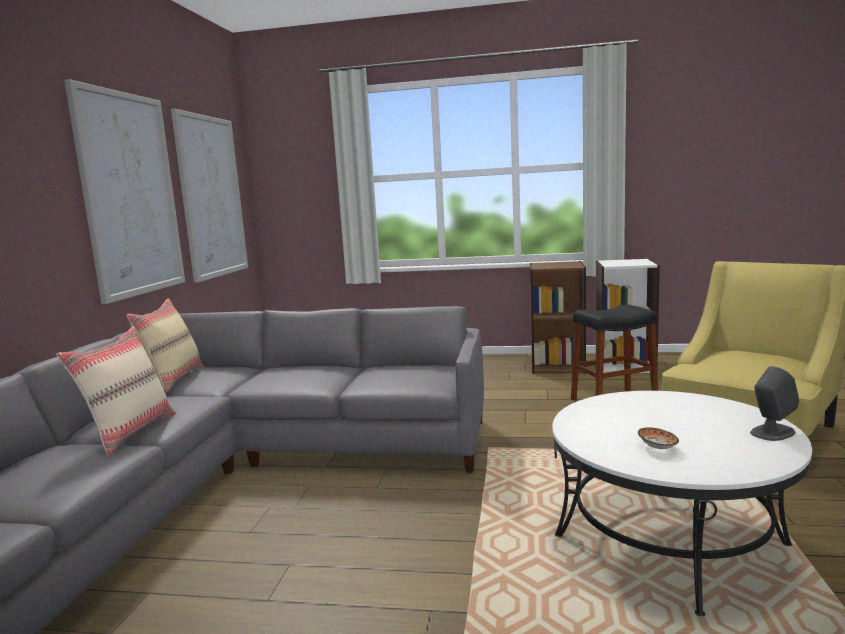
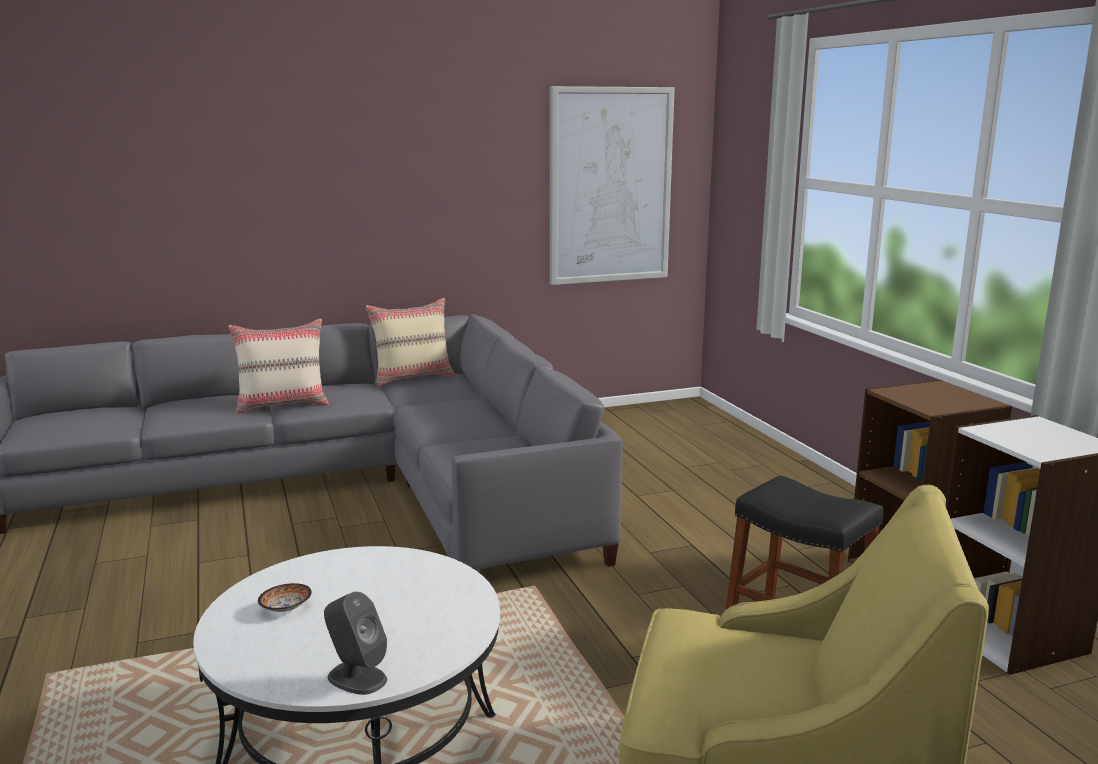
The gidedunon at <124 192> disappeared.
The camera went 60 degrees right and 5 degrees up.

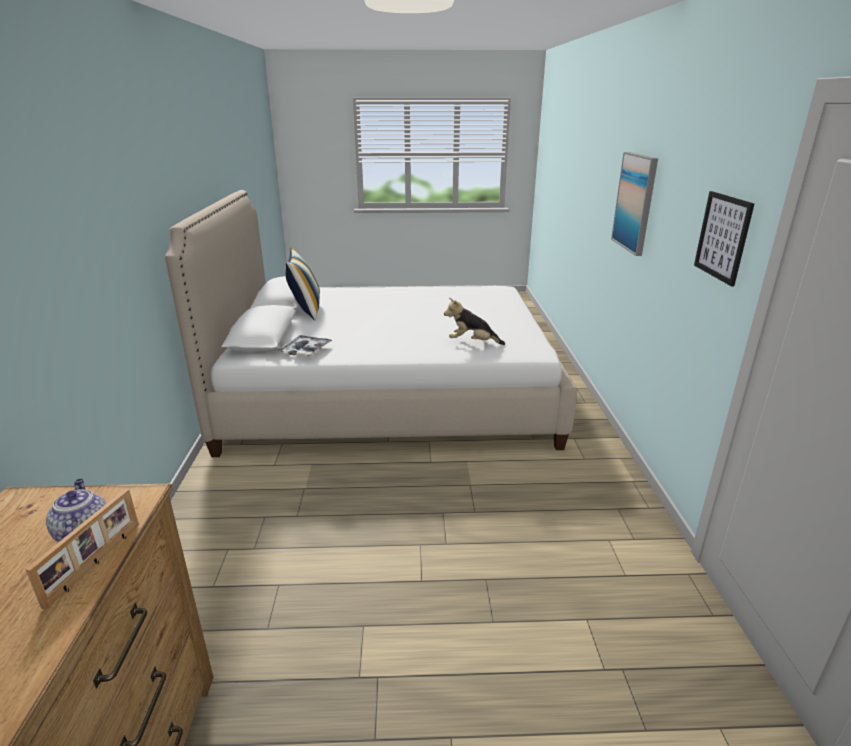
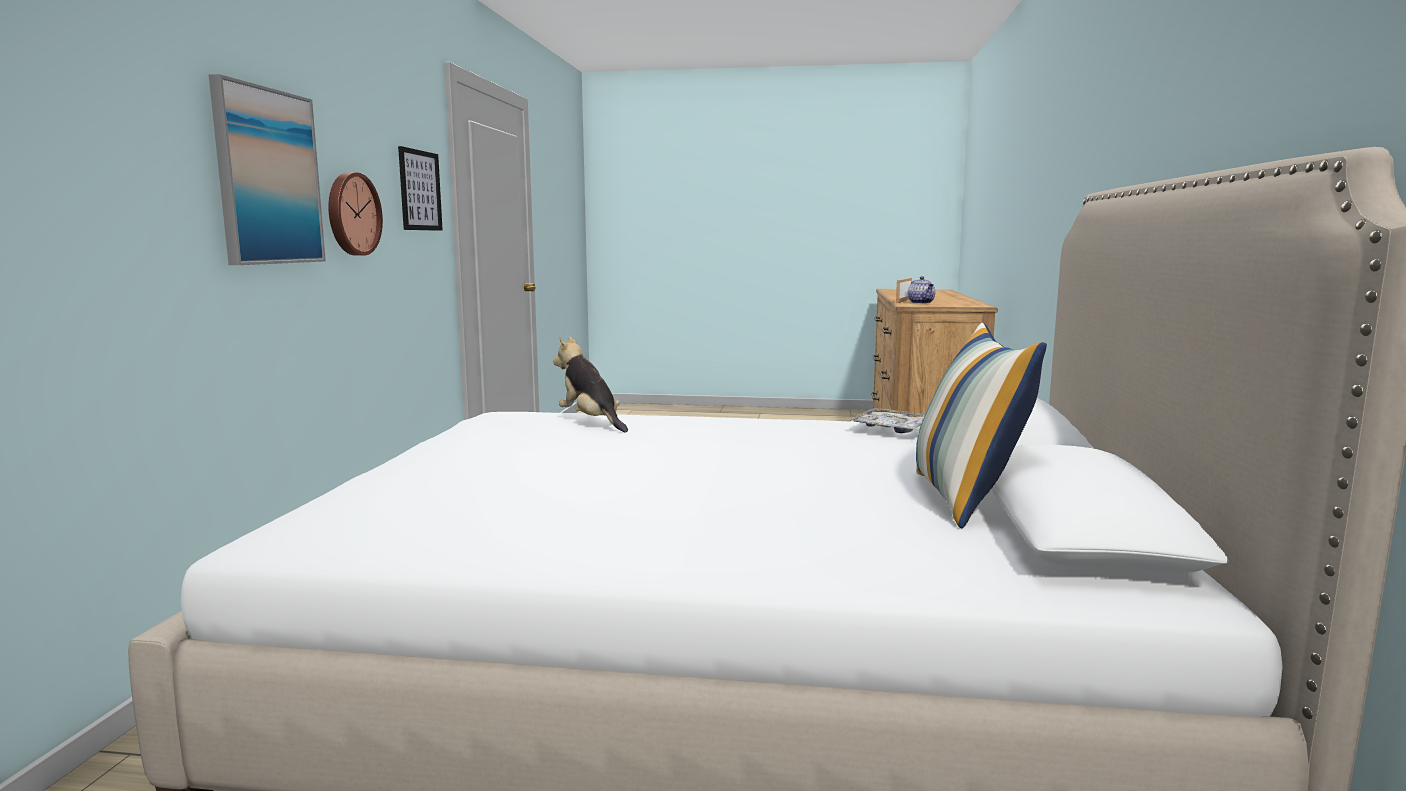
The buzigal at <474 321> turned 150 degrees counterclockwise.
The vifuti at <355 214> appeared.
The camera went 170 degrees left and 15 degrees down.

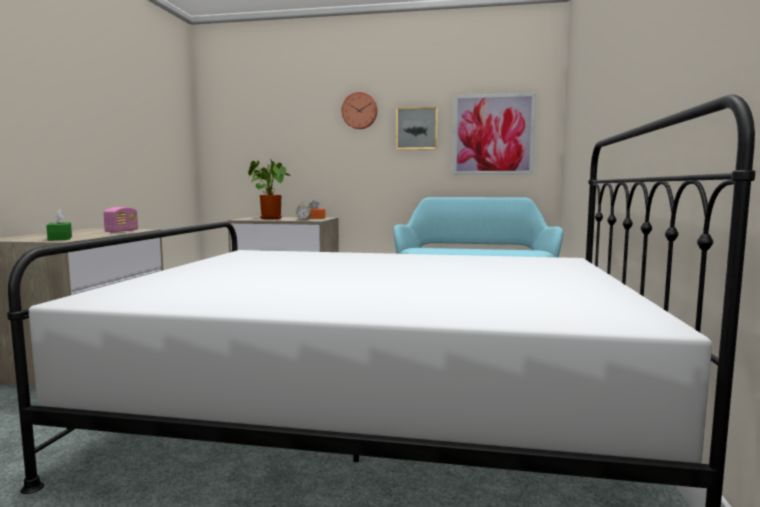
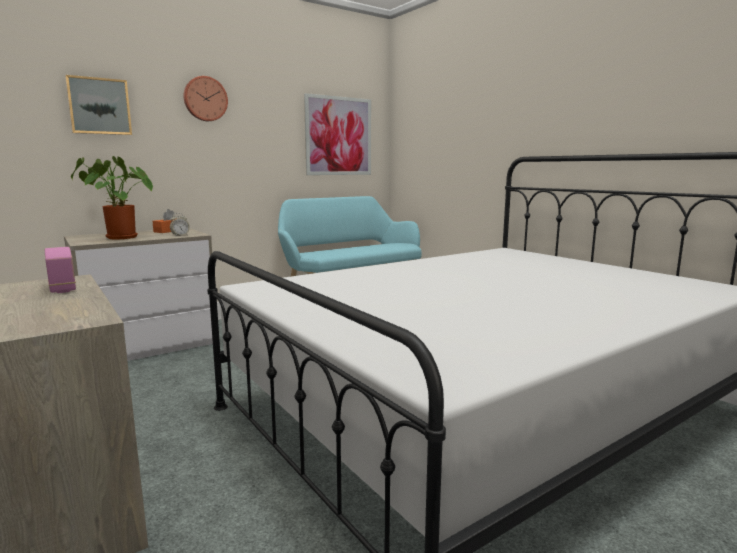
The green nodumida at <59 225> disappeared.
The gidedunon moved from <417 128> to <98 105>.
The camera went 45 degrees left and 5 degrees up.

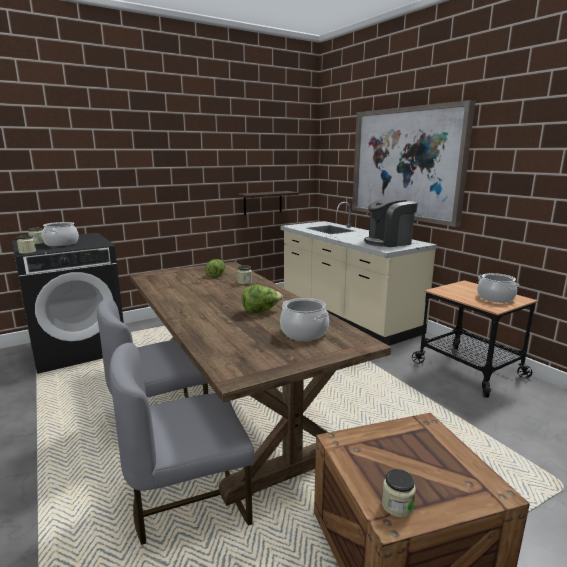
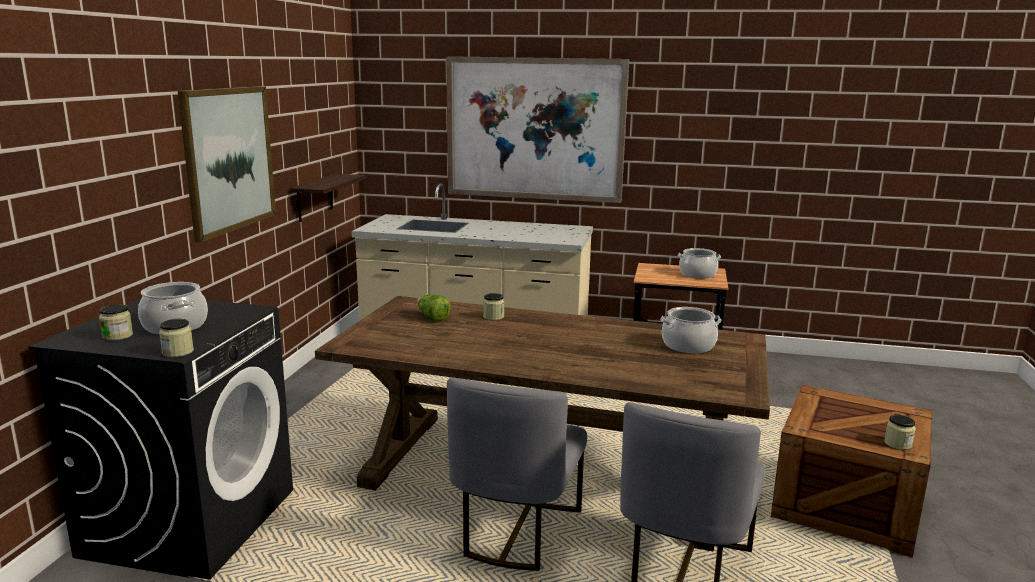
The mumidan at <262 299> disappeared.
The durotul at <391 222> disappeared.
The gidedunon at <227 164> appeared.
The camera went 45 degrees left and 0 degrees up.

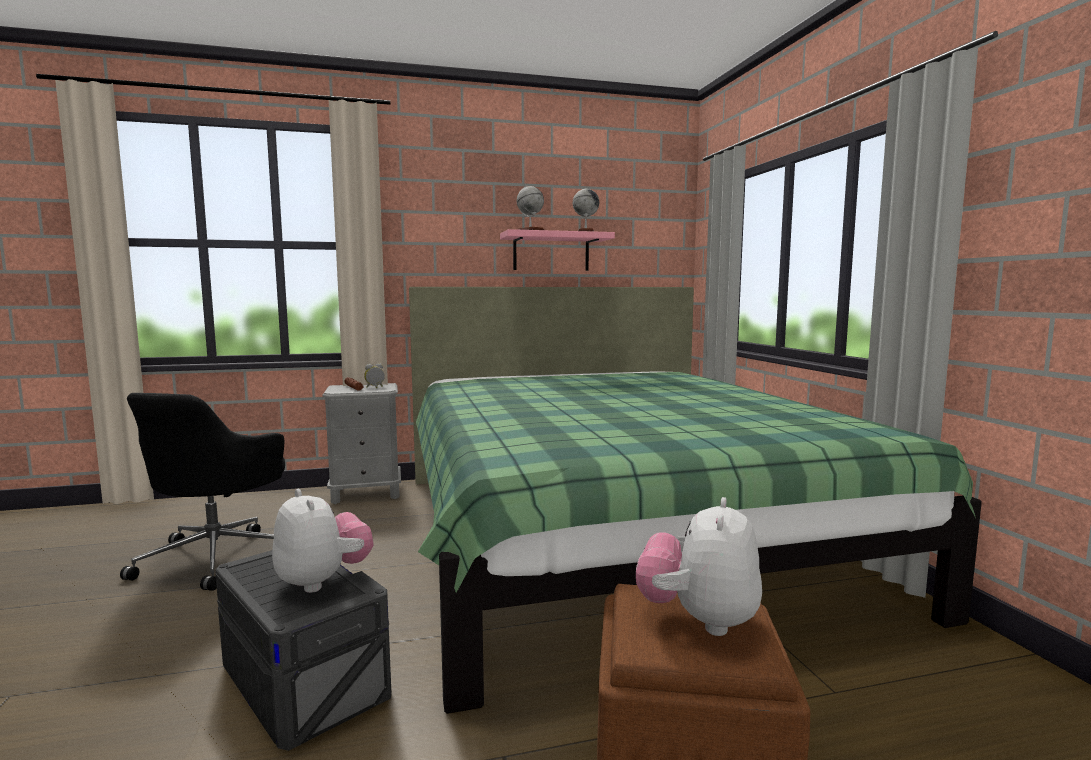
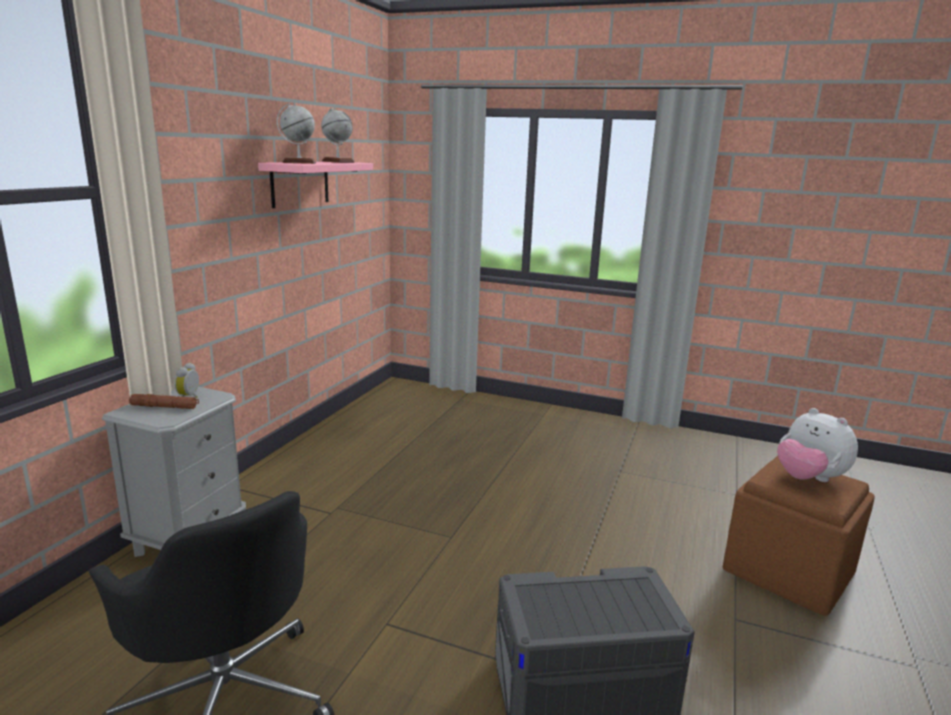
The buzigal at <323 541> disappeared.
The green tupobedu at <695 500> disappeared.
The camera went 55 degrees left and 10 degrees up.

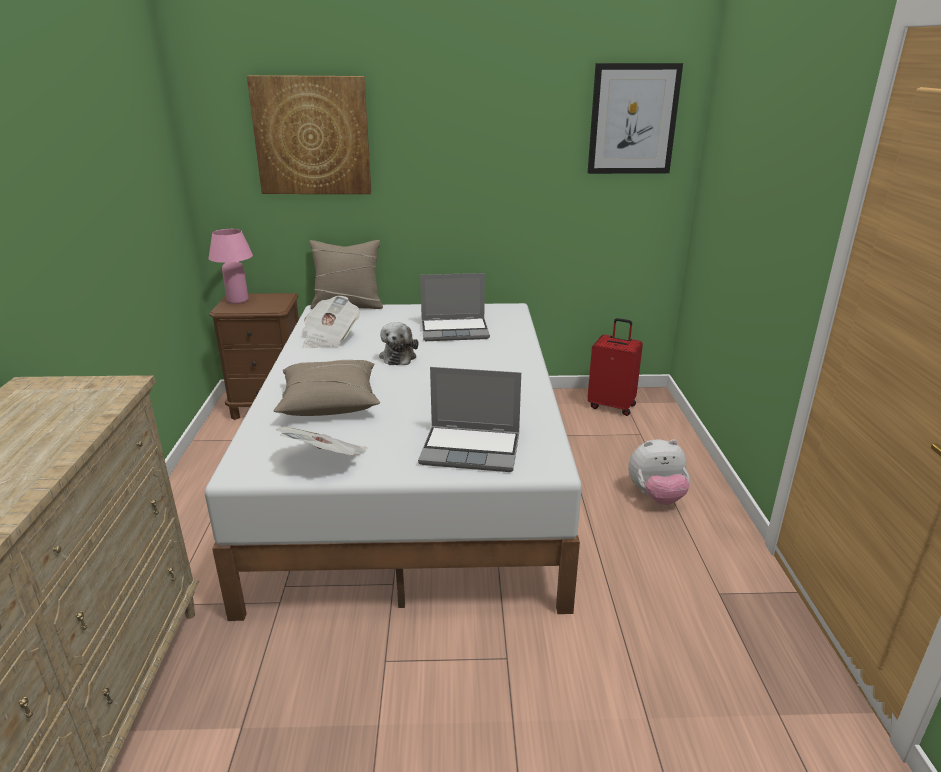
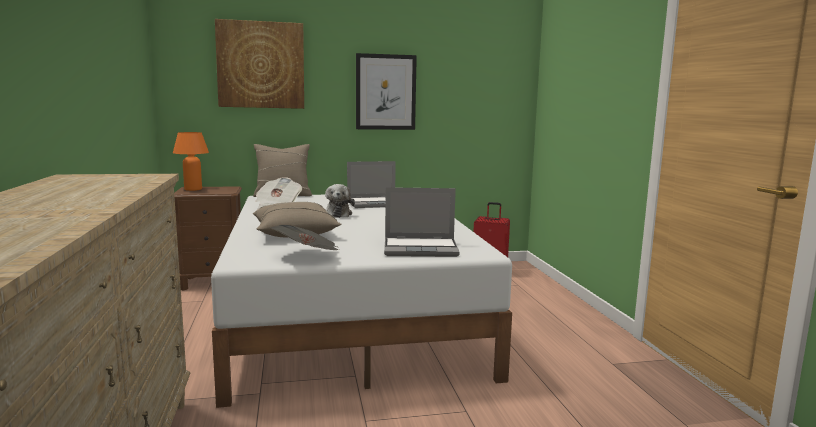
The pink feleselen at <231 266> became the orange feleselen at <191 161>.
The gidedunon moved from <635 118> to <386 91>.
The buzigal at <659 472> disappeared.
The camera went 10 degrees left and 15 degrees down.

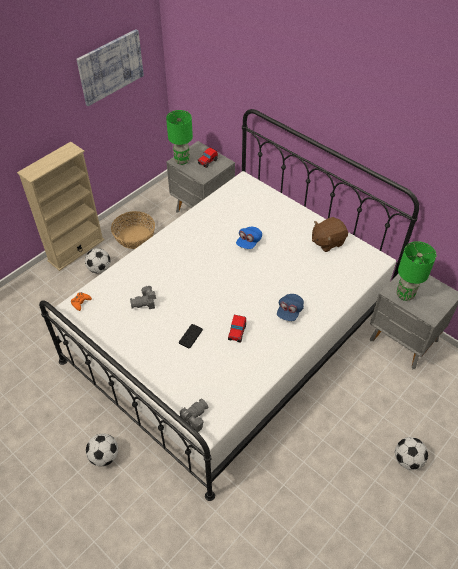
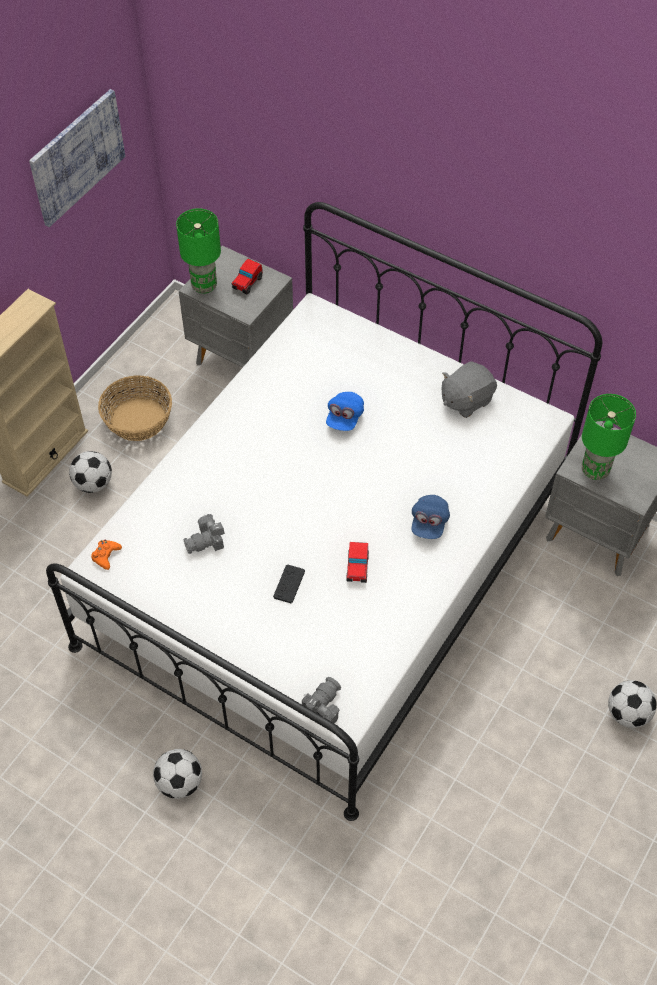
The brown buzigal at <330 234> became the grey buzigal at <469 389>.
The camera went 10 degrees left and 5 degrees up.

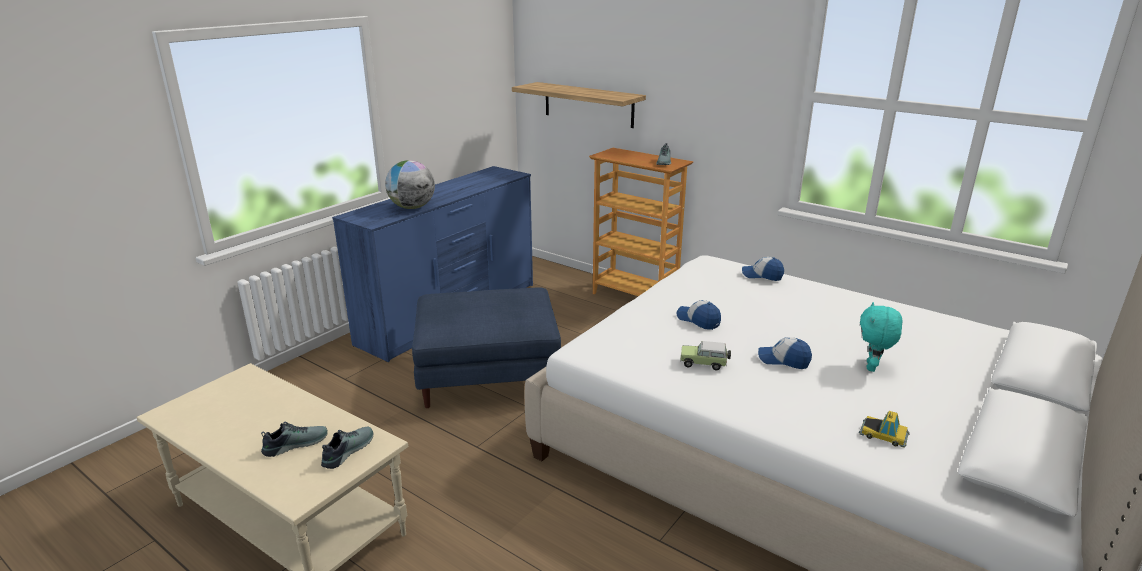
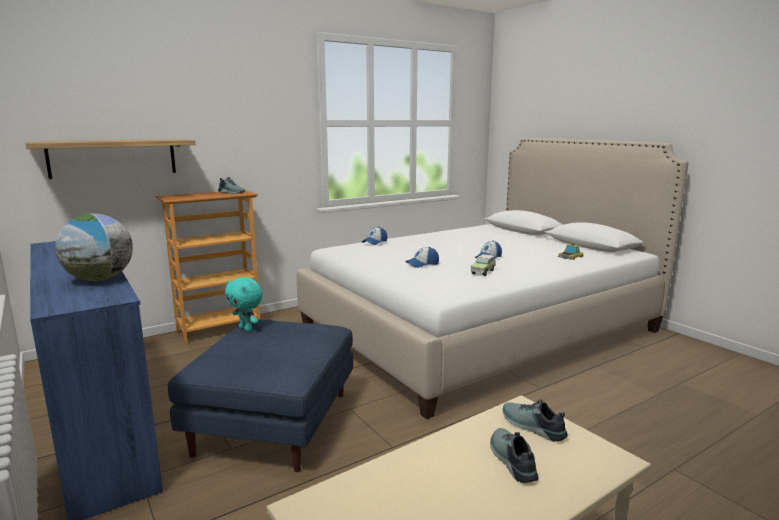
The turquoise buzigal moved from <881 337> to <244 304>.
The camera went 70 degrees left and 10 degrees down.

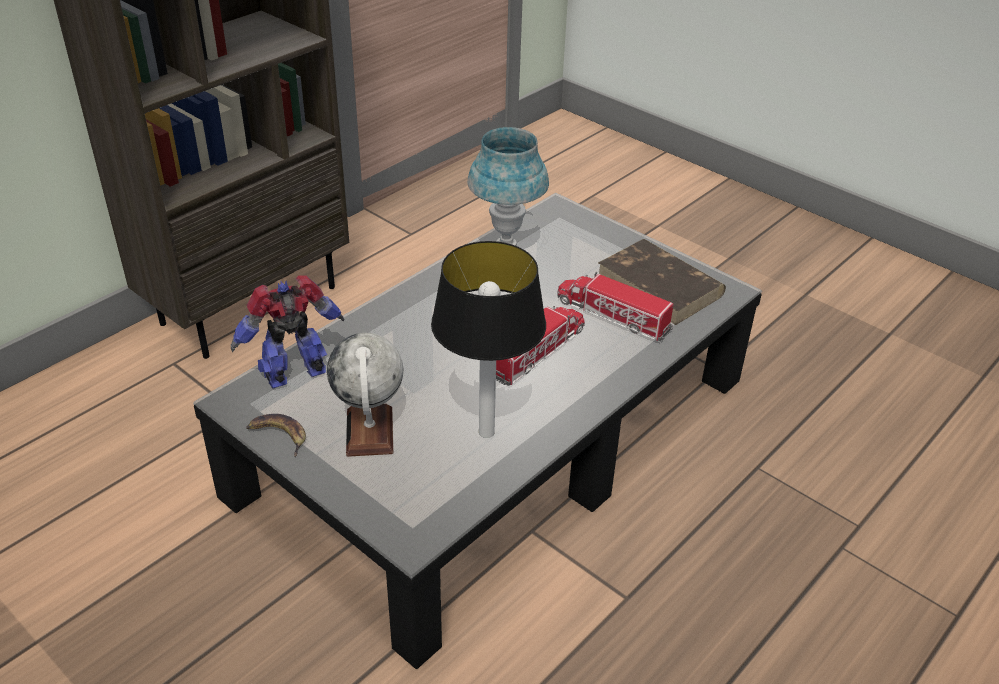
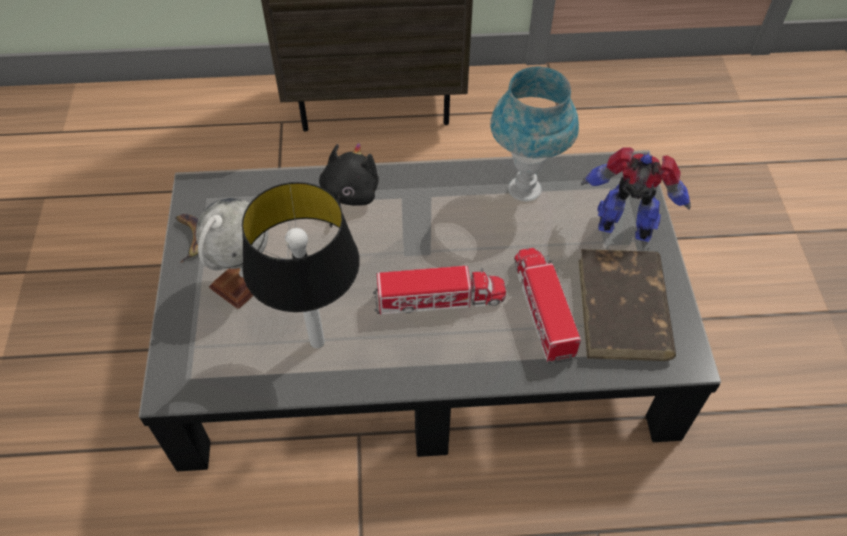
The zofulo moved from <287 331> to <636 195>.
The black buzigal at <349 185> appeared.
The camera went 45 degrees right and 15 degrees up.

